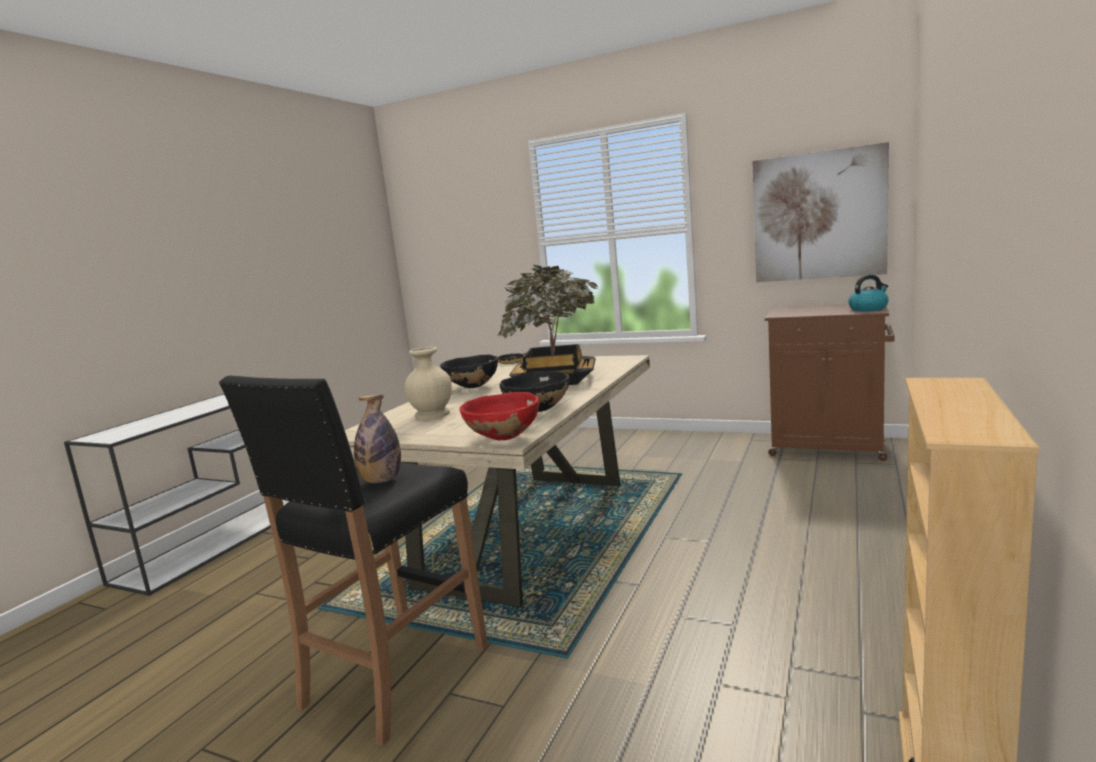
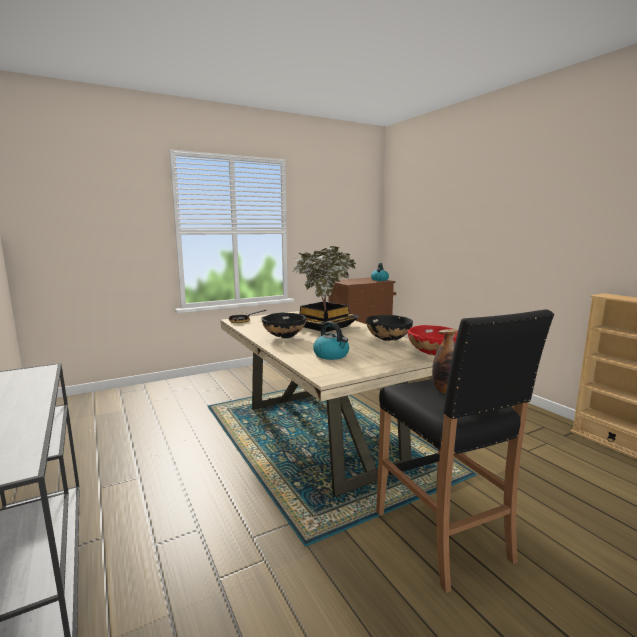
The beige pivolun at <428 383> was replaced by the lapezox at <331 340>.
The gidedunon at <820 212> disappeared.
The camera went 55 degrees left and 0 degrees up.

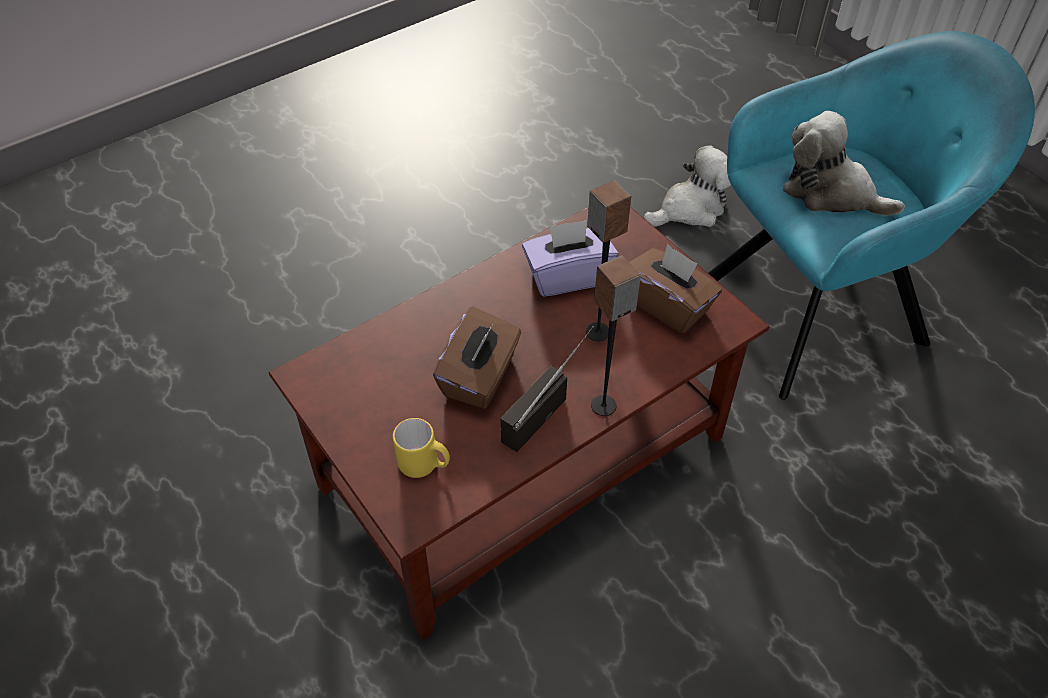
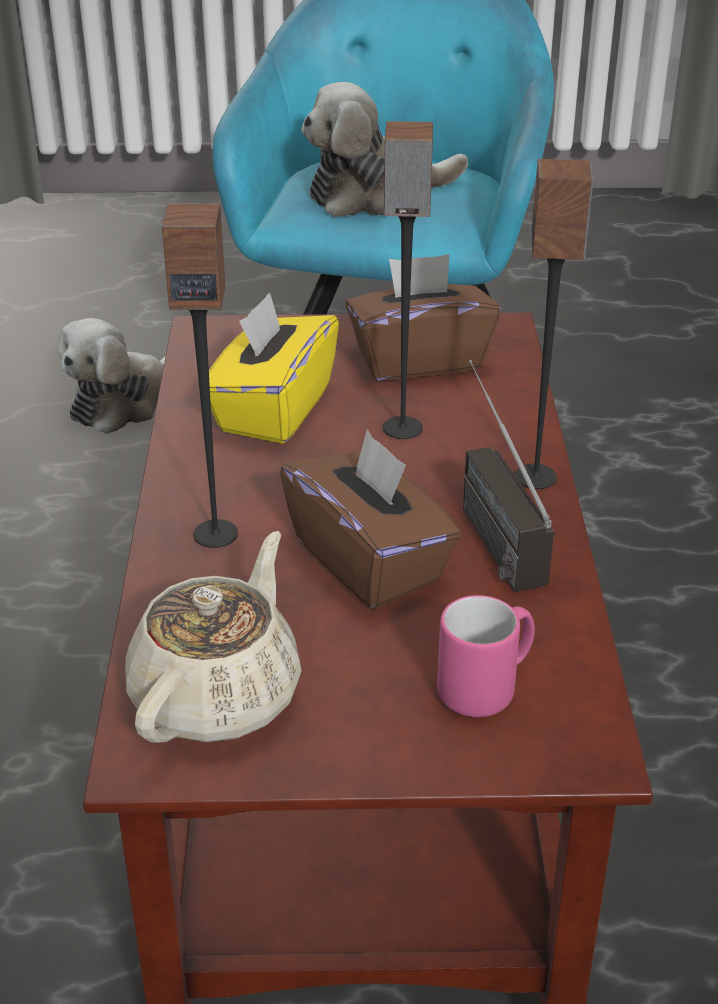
The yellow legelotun at <421 448> became the pink legelotun at <486 656>.
The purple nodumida at <570 258> became the yellow nodumida at <274 368>.
The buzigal at <687 186> turned 150 degrees counterclockwise.
The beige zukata at <213 637> appeared.
The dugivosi at <200 375> appeared.
The camera went 55 degrees left and 15 degrees down.

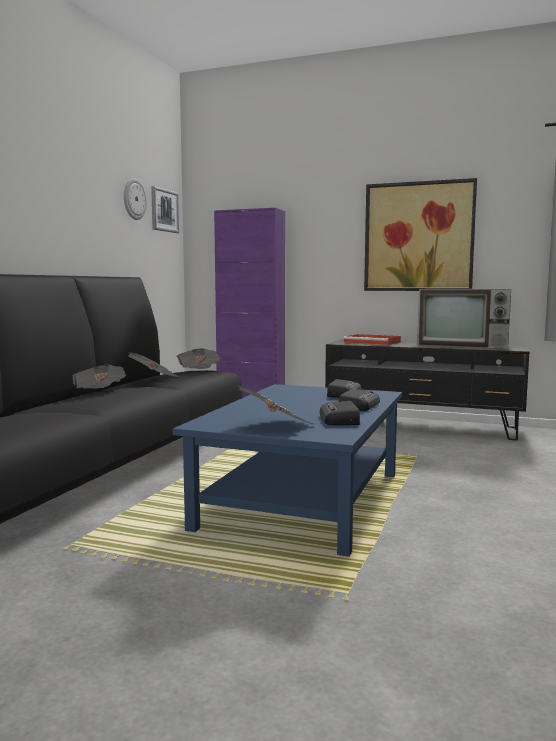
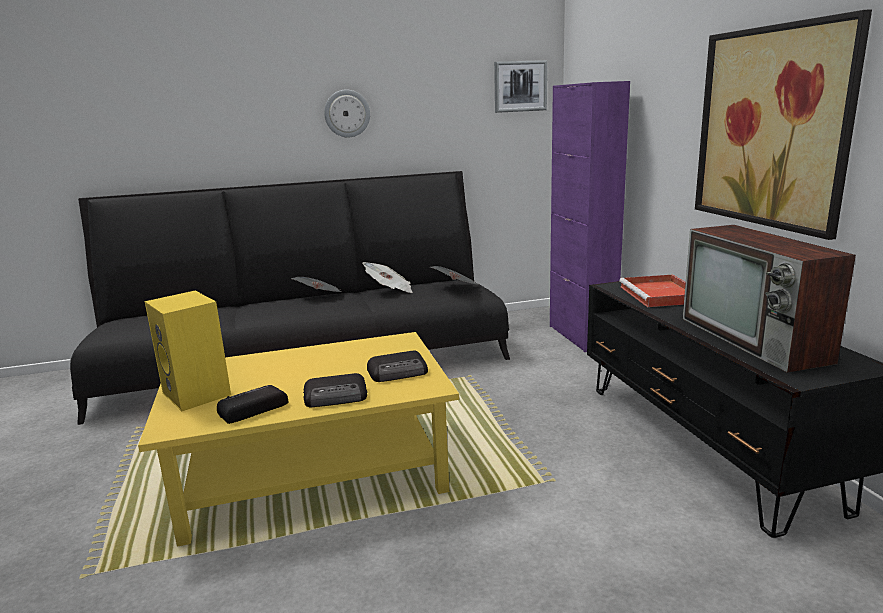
The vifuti moved from <135 199> to <347 113>.
The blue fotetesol at <287 470> became the yellow fotetesol at <298 439>.
The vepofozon at <276 405> was replaced by the yellow dugivosi at <188 351>.
The camera went 55 degrees right and 10 degrees up.

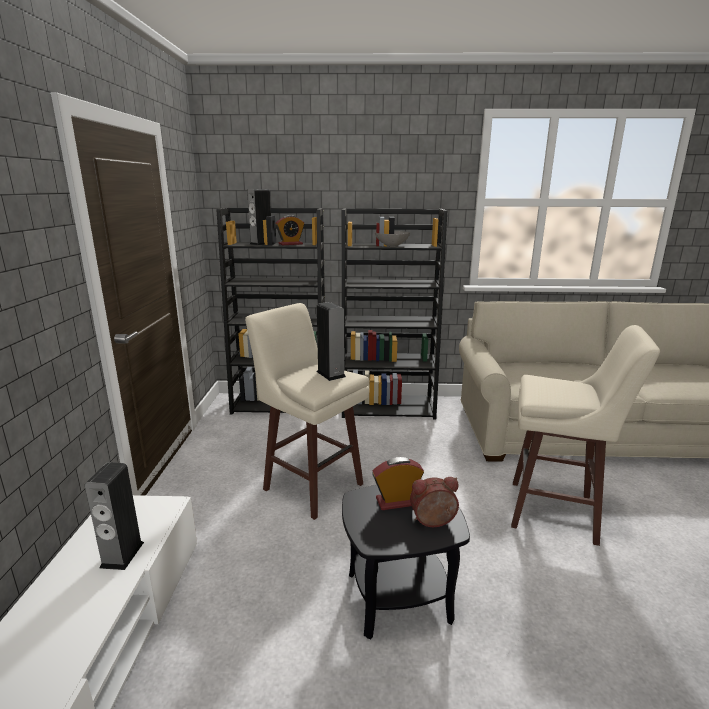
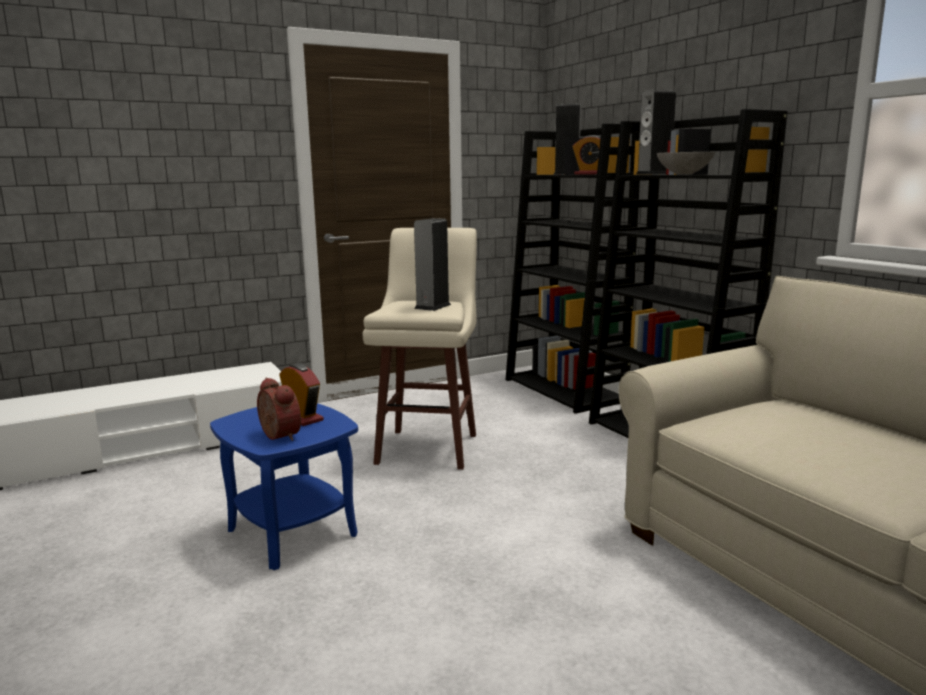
The dugivosi moved from <114 516> to <655 132>.
The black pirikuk at <406 562> became the blue pirikuk at <284 486>.
The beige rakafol at <585 435> disappeared.
The camera went 60 degrees right and 5 degrees down.

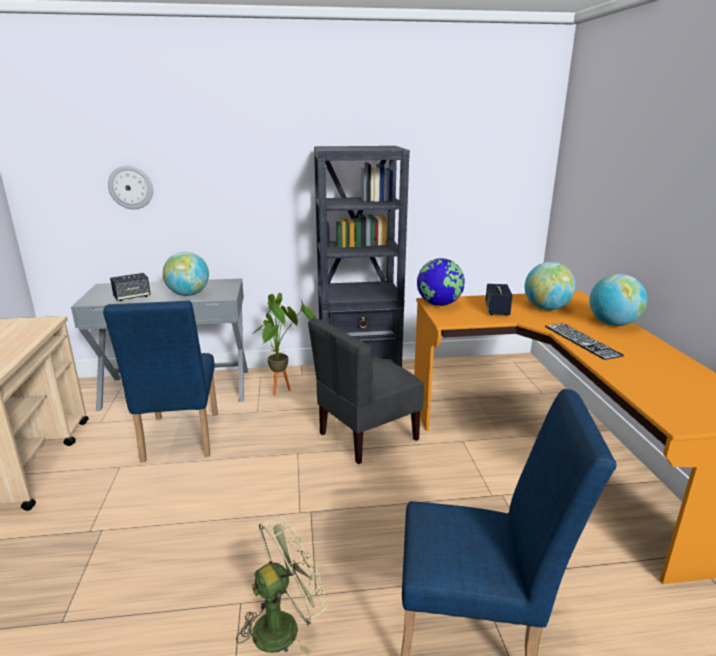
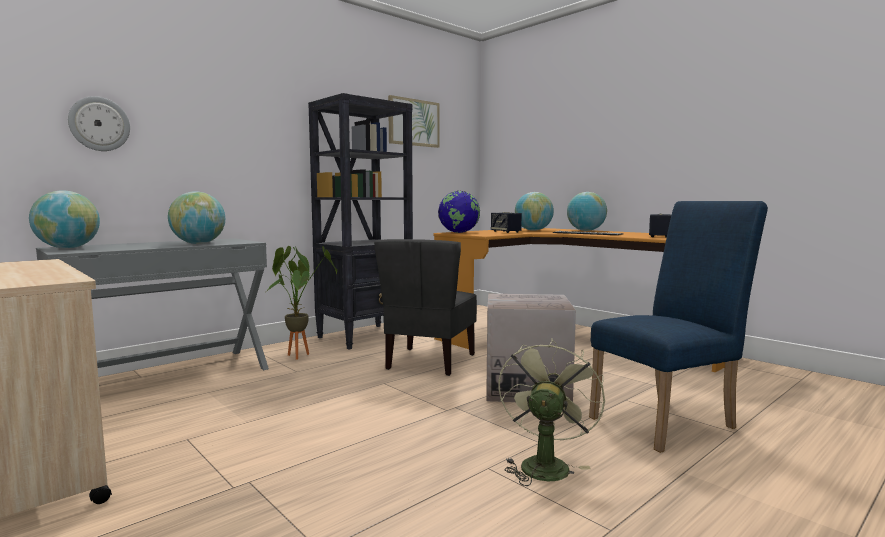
The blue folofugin at <160 381> disappeared.
The dugivosi moved from <130 287> to <660 225>.
The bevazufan at <64 219> appeared.
The gidedunon at <413 121> appeared.
The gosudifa at <531 348> appeared.
The camera went 35 degrees left and 15 degrees down.

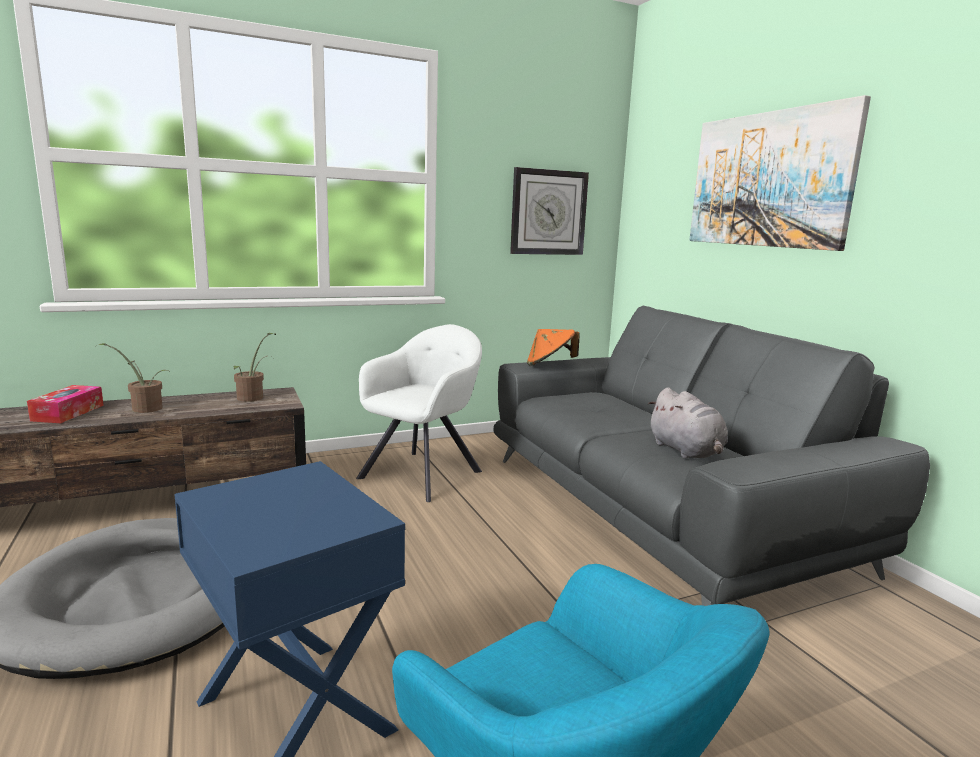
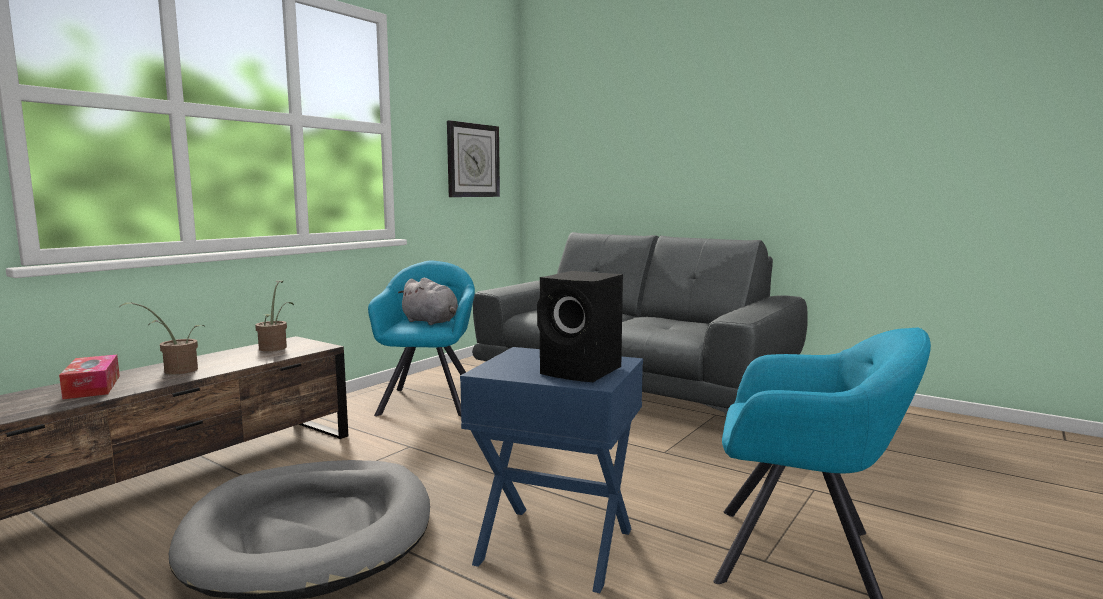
The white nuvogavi at <419 413> became the turquoise nuvogavi at <421 339>.
The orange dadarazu at <553 347> disappeared.
The grey buzigal moved from <688 423> to <428 301>.
The gidedunon at <780 173> disappeared.
The black dugivosi at <580 326> appeared.
The camera went 30 degrees left and 5 degrees down.

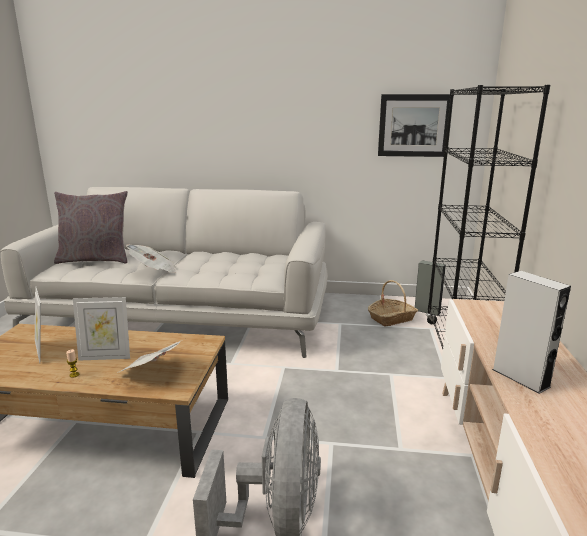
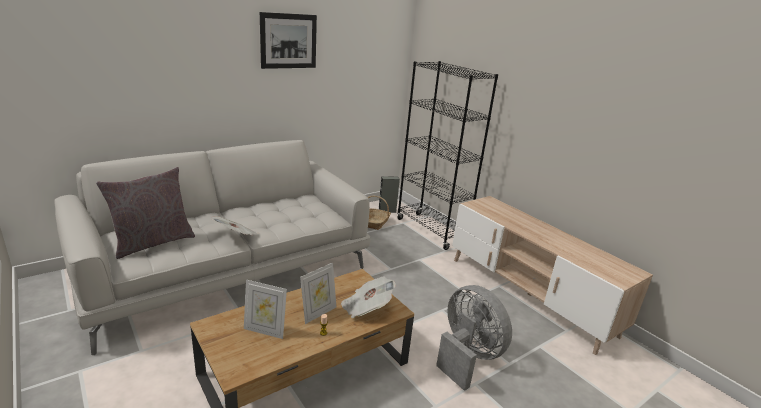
The gidedunon moved from <414 125> to <288 40>.
The grey dugivosi at <531 332> disappeared.
The camera went 45 degrees left and 5 degrees up.

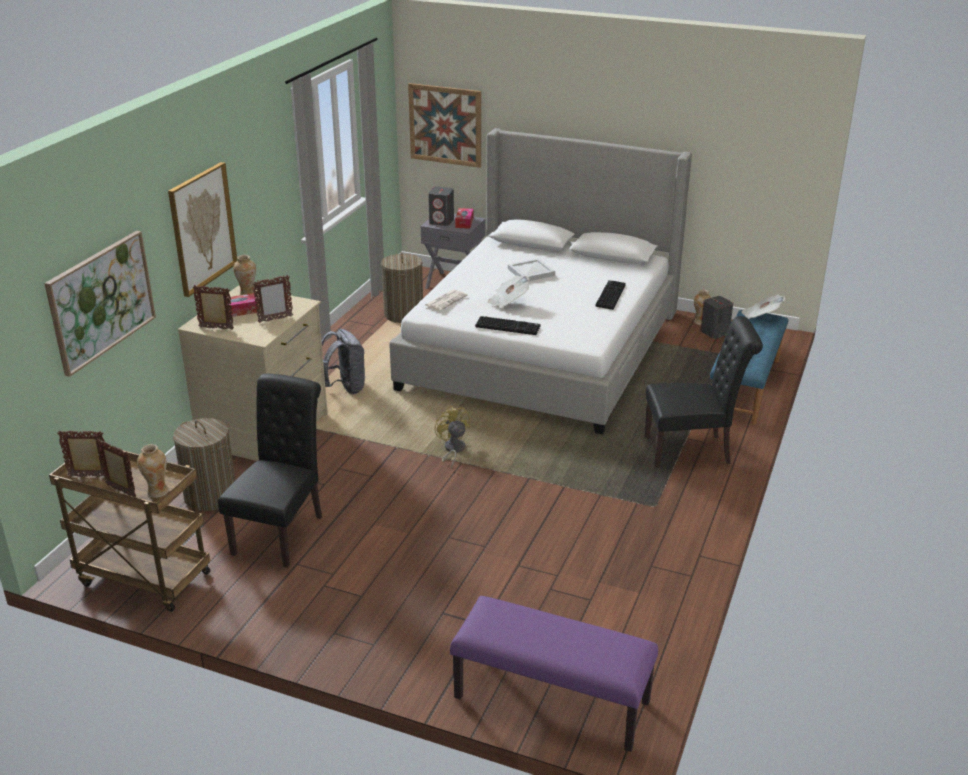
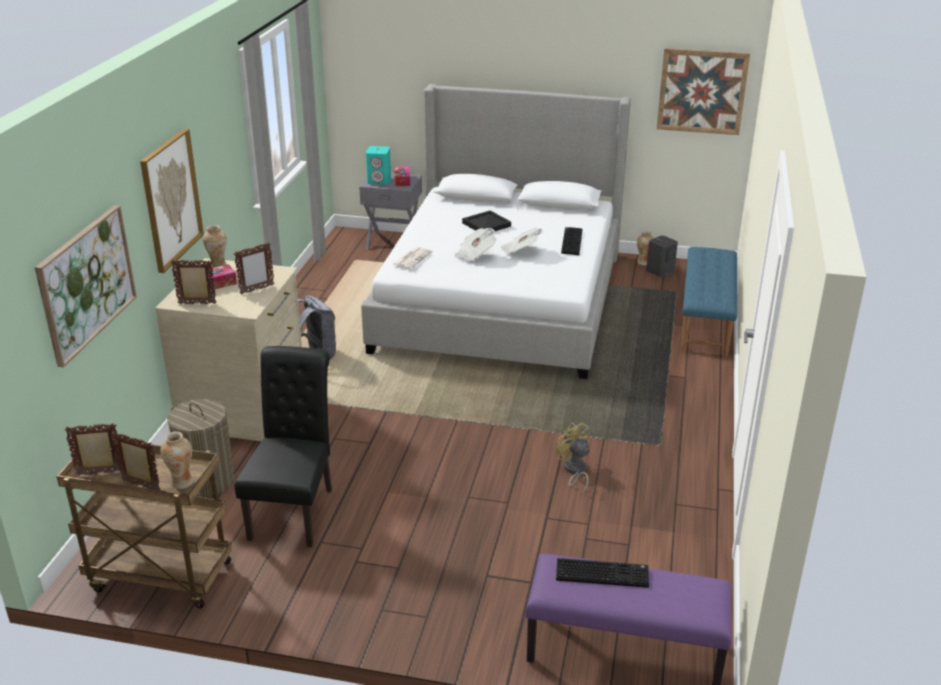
The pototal at <402 287> disappeared.
The gidedunon moved from <444 125> to <703 91>.
The grey dugivosi at <441 206> became the turquoise dugivosi at <378 165>.
The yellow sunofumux moved from <452 437> to <573 458>.
The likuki moved from <507 325> to <602 573>.
The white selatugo at <531 269> became the black selatugo at <486 220>.
The black folofugin at <704 391> disappeared.
The vepofozon moved from <763 307> to <522 241>.
The camera went 10 degrees left and 0 degrees up.

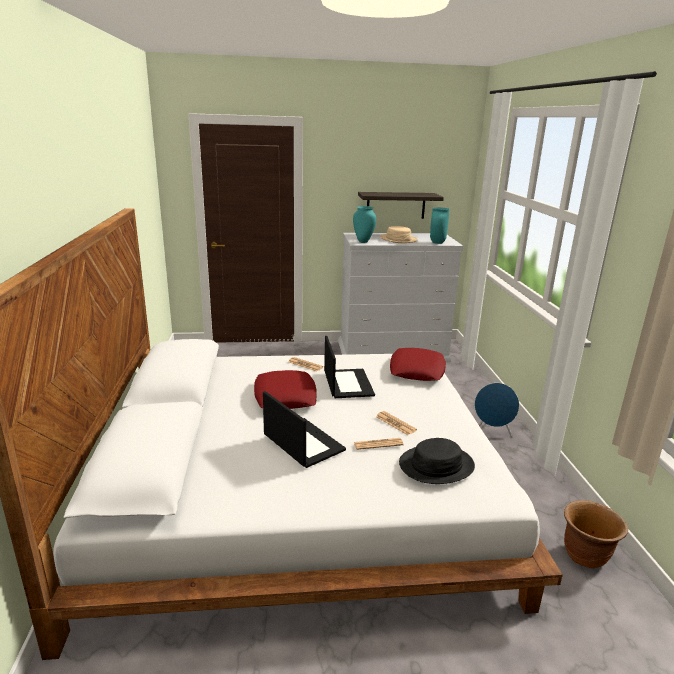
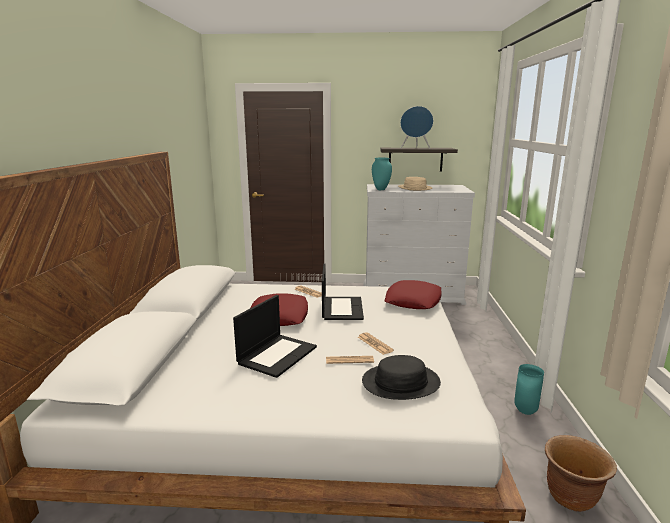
The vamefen at <304 429> turned 60 degrees clockwise.
The turquoise pivolun moved from <439 225> to <529 389>.
The blue dugivosi moved from <496 410> to <416 127>.
The camera went 10 degrees right and 5 degrees down.

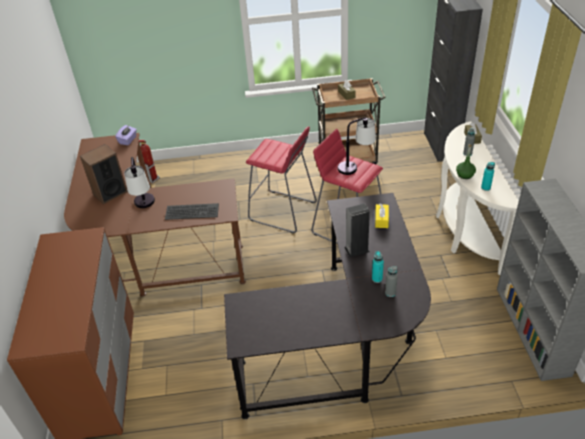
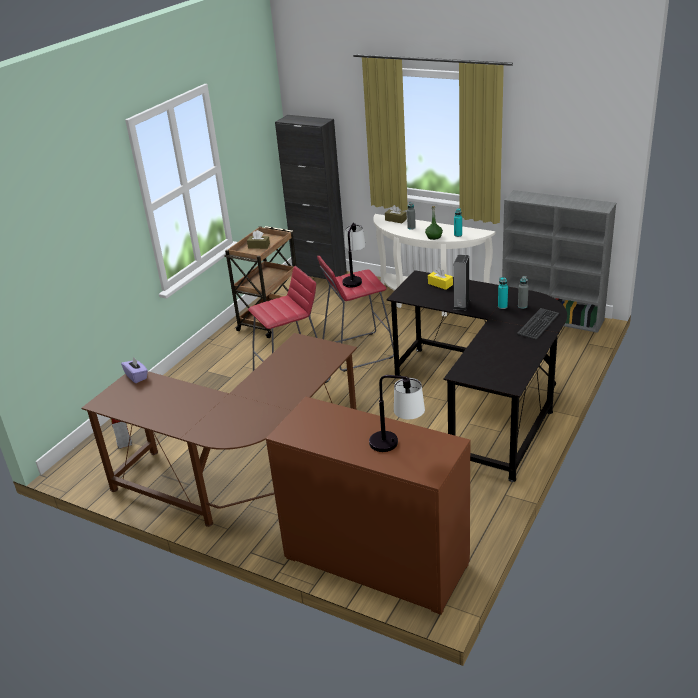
The dugivosi at <104 174> disappeared.
The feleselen moved from <139 182> to <397 413>.
The likuki moved from <192 211> to <538 324>.
The camera went 55 degrees left and 10 degrees down.

